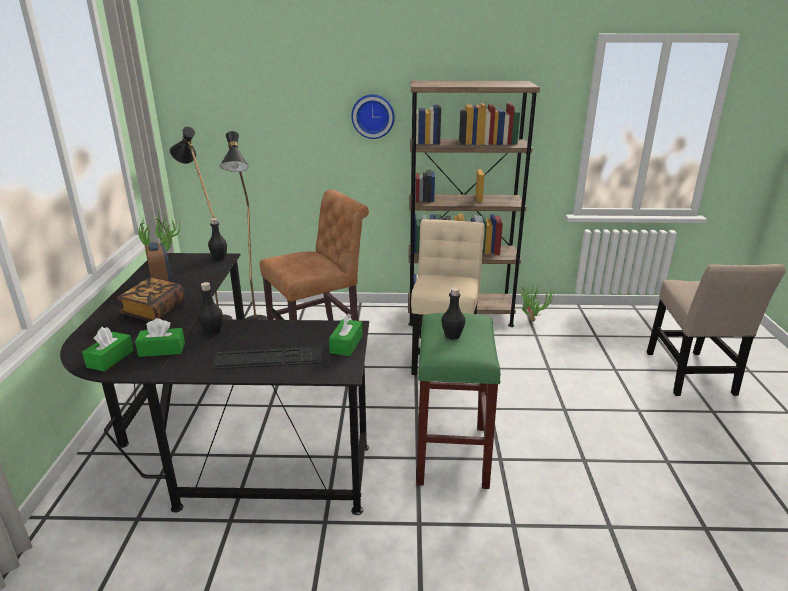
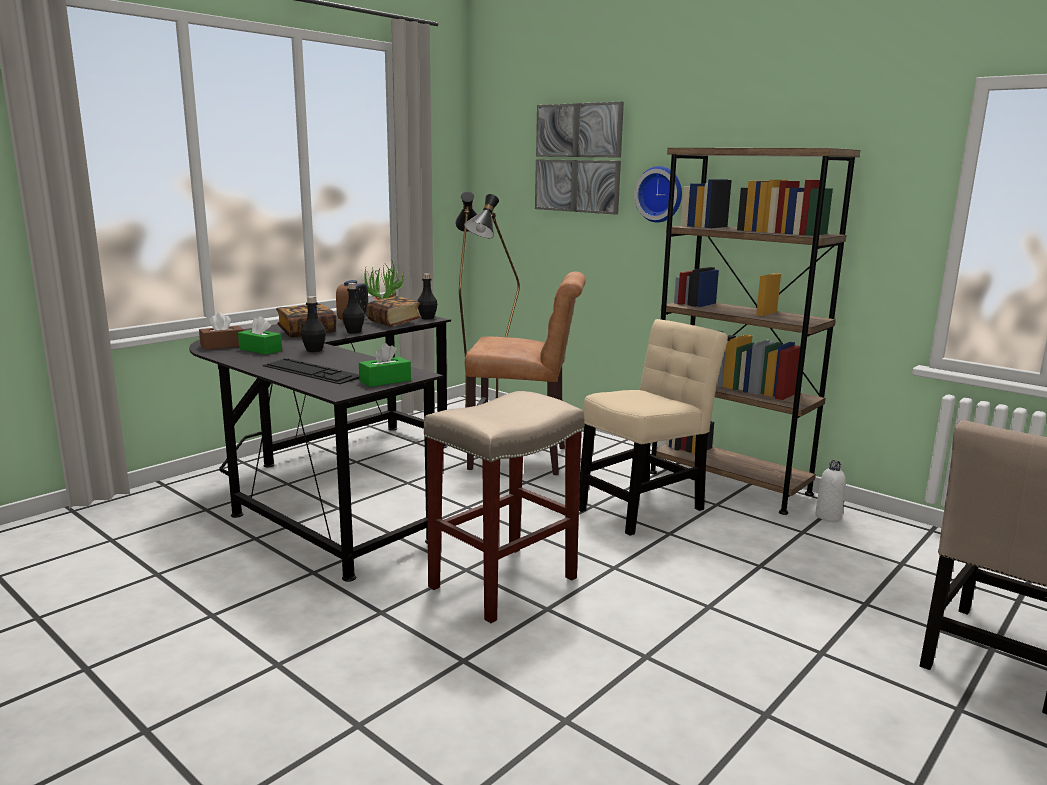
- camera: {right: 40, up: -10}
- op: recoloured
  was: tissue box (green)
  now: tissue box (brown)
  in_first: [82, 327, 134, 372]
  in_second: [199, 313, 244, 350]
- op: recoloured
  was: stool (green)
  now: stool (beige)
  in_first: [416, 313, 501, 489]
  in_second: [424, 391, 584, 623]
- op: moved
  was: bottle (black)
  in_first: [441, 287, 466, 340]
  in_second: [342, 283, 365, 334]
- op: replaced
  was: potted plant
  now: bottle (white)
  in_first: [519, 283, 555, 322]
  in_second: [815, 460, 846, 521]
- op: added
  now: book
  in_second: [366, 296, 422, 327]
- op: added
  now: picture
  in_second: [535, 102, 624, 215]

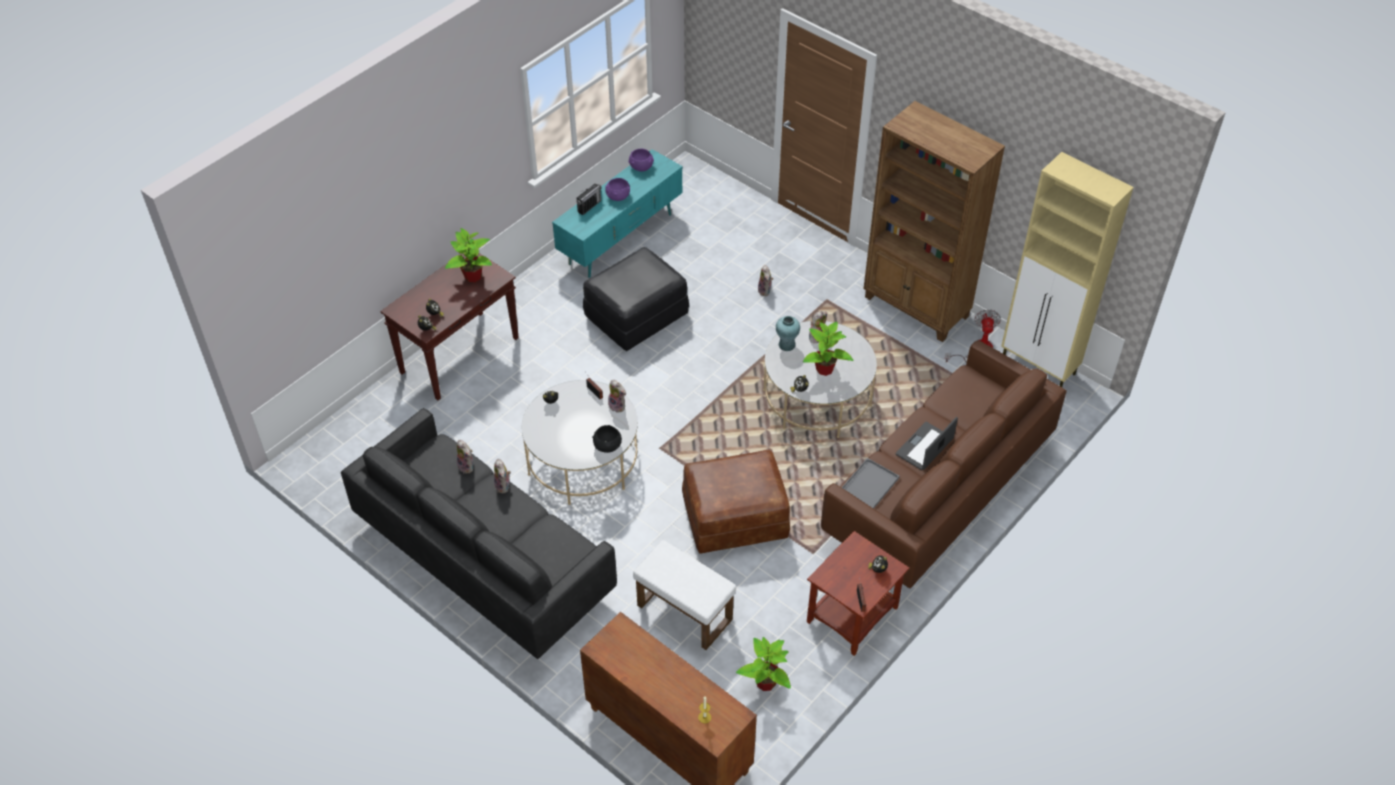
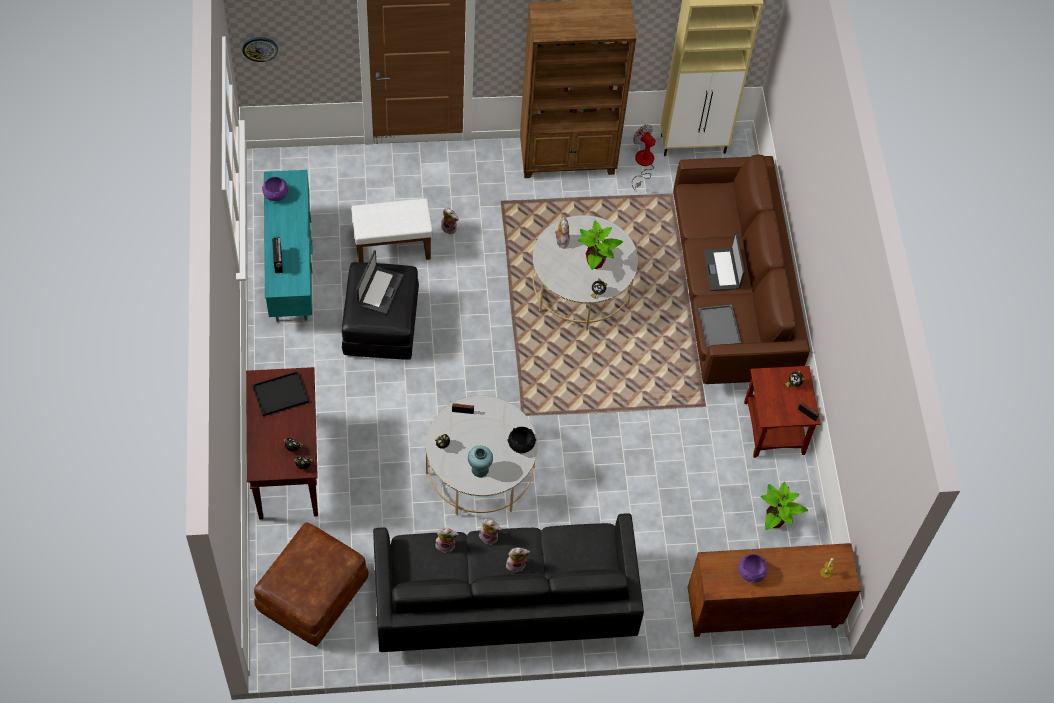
- camera: {right: -50, up: 10}
- op: replaced
  was: potted plant
  now: tray (black)
  in_first: [445, 228, 492, 282]
  in_second: [252, 371, 309, 416]
- op: moved
  was: bowl (purple)
  in_first: [605, 178, 630, 201]
  in_second: [738, 554, 768, 583]
- op: moved
  was: plush toy
  in_first: [608, 380, 626, 413]
  in_second: [506, 548, 530, 572]
- op: moved
  was: ottoman (white)
  in_first: [633, 540, 736, 650]
  in_second: [351, 198, 433, 262]
- op: moved
  was: ottoman (brown)
  in_first: [682, 450, 790, 554]
  in_second: [254, 522, 369, 647]
- op: moved
  was: vase (turquoise)
  in_first: [776, 316, 800, 351]
  in_second: [468, 446, 493, 478]
- op: added
  now: wall clock
  in_second: [242, 37, 278, 62]
- op: added
  now: laptop
  in_second: [356, 250, 403, 314]

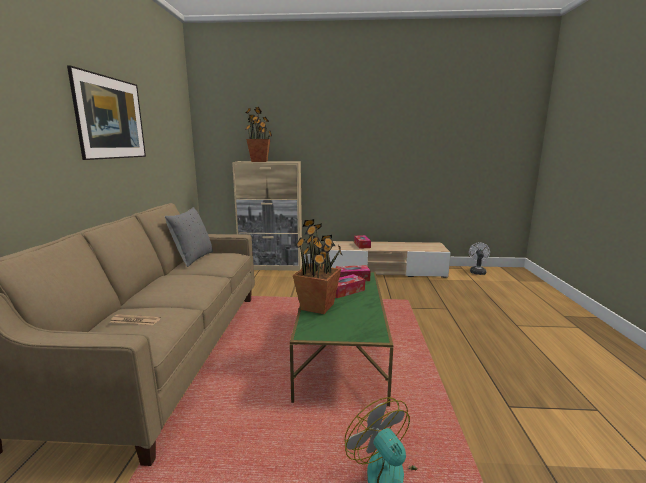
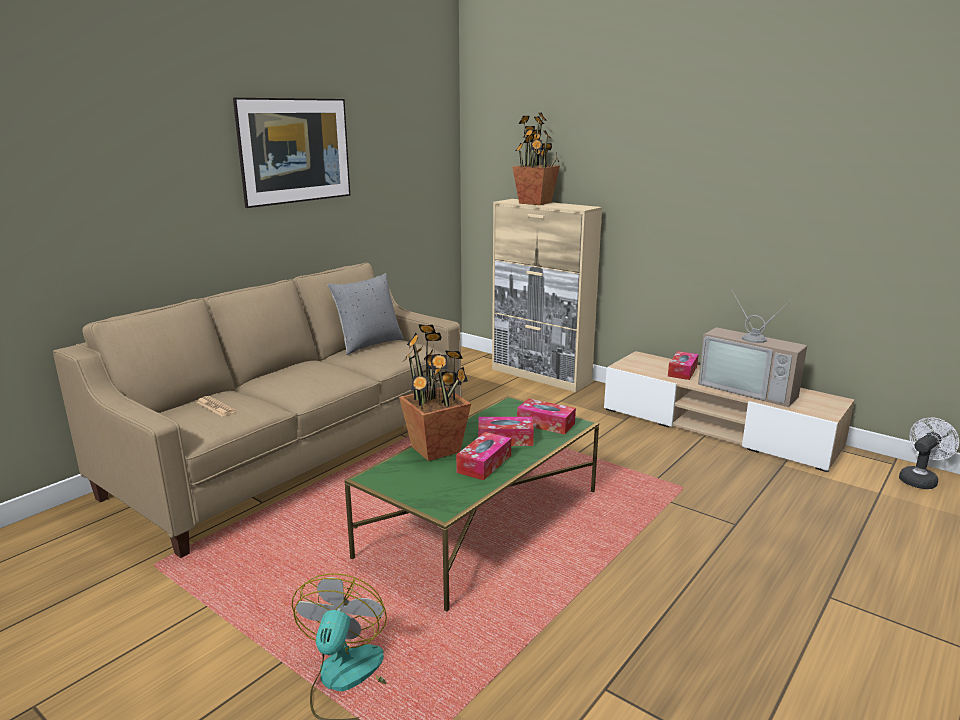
- camera: {right: 35, up: 5}
- op: added
  now: tissue box
  in_second: [456, 432, 511, 480]
- op: added
  now: television
  in_second: [698, 289, 807, 407]

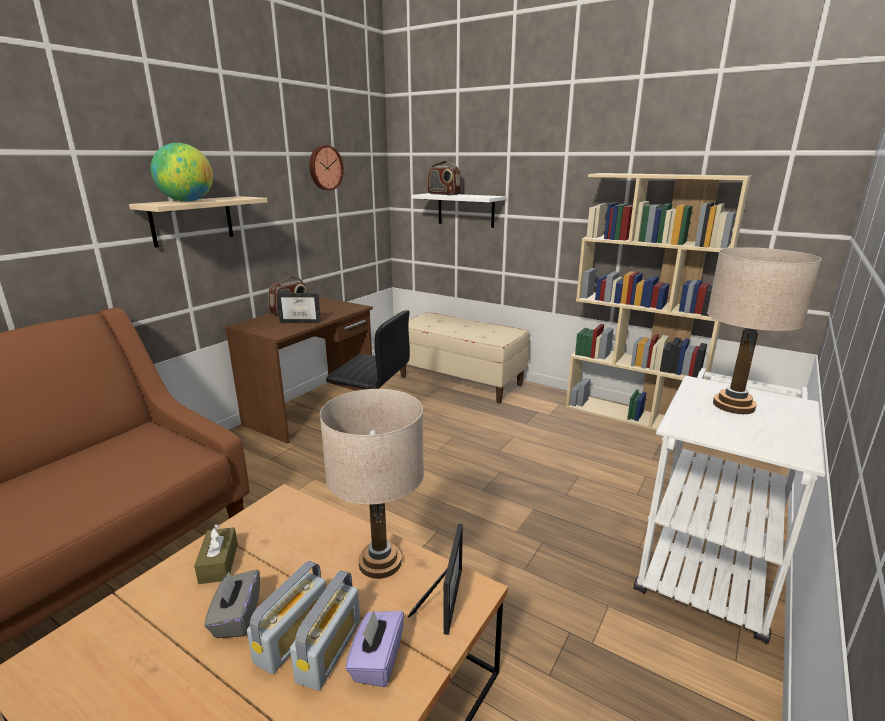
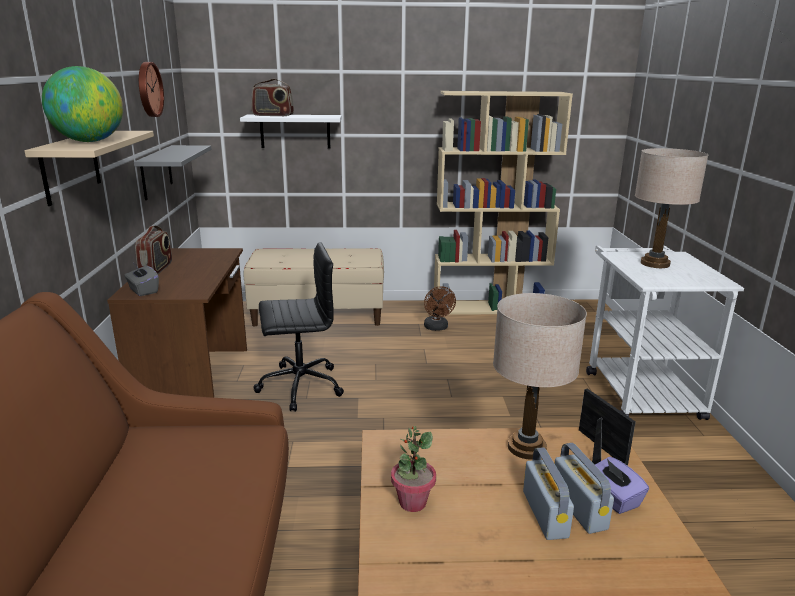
- camera: {right: -35, up: 0}
- op: replaced
  was: tissue box (brown)
  now: potted plant
  in_first: [194, 524, 238, 584]
  in_second: [391, 426, 436, 512]
- op: moved
  was: tissue box (grey)
  in_first: [204, 569, 260, 638]
  in_second: [124, 265, 159, 296]
- op: removed
  was: picture frame
  in_first: [276, 293, 321, 323]
- op: added
  now: shelf (grey)
  in_second: [134, 145, 211, 200]
- op: added
  now: fan (brown)
  in_second: [424, 286, 456, 331]

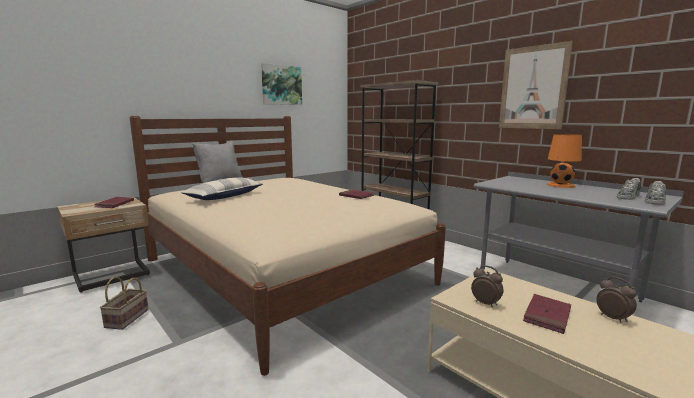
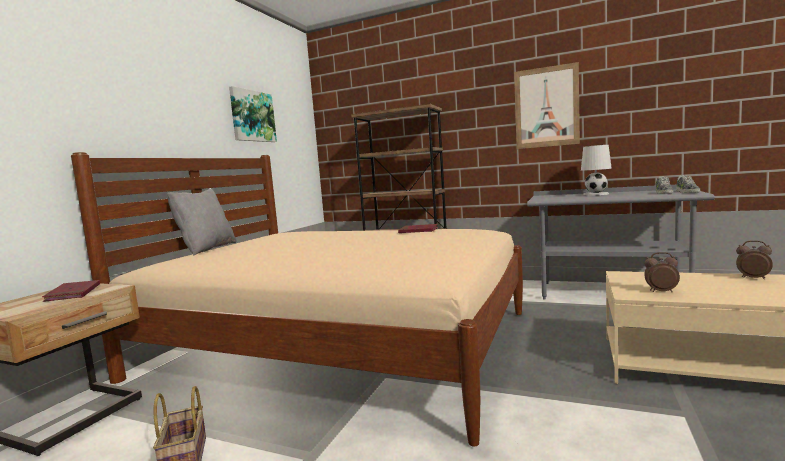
- camera: {right: -25, up: -5}
- op: removed
  was: pillow
  in_first: [181, 177, 263, 200]
- op: removed
  was: book (red)
  in_first: [523, 294, 571, 334]
- op: recoloured
  was: table lamp (orange)
  now: table lamp (white)
  in_first: [547, 134, 582, 188]
  in_second: [581, 145, 612, 195]

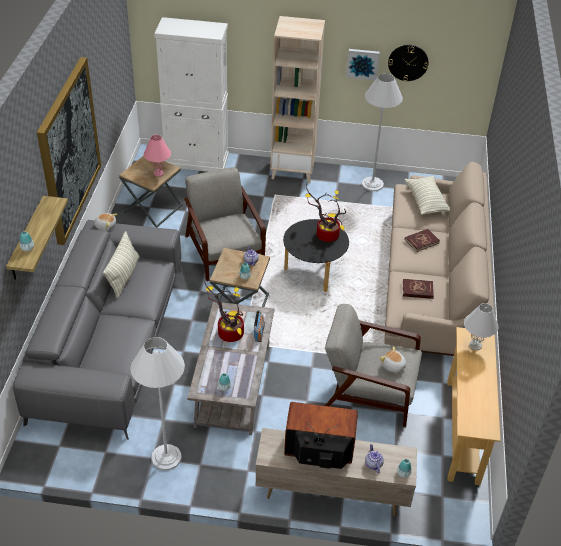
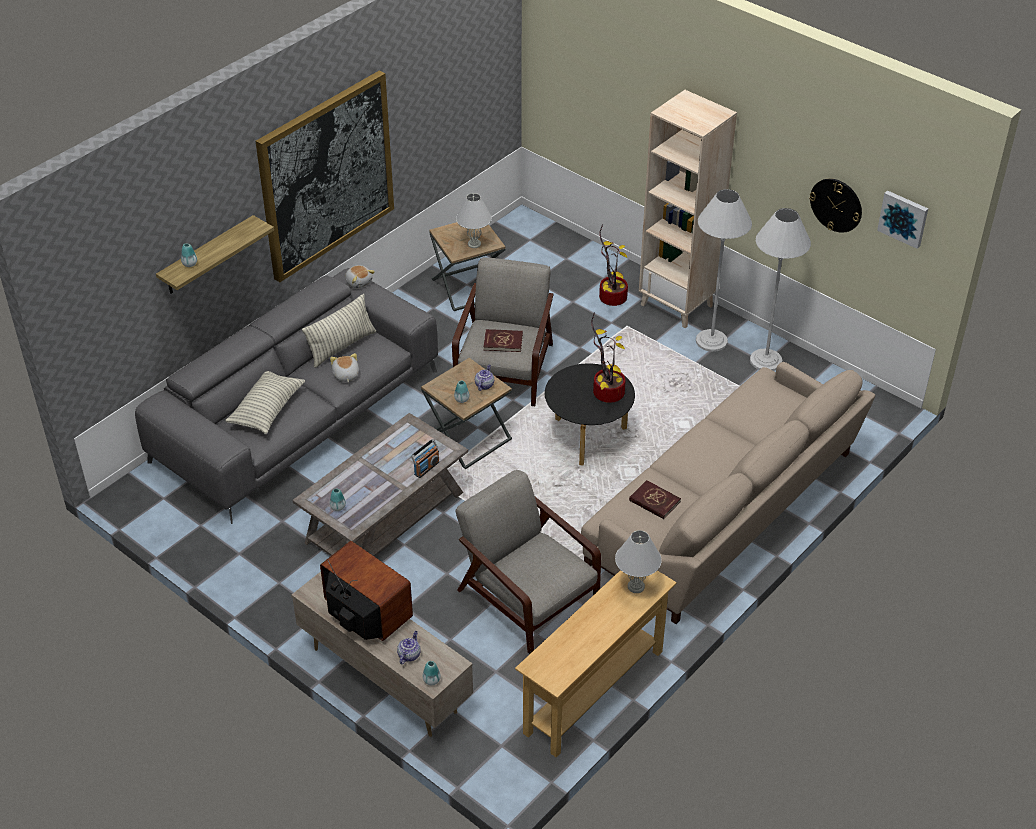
- camera: {right: 35, up: 0}
- op: moved
  was: floor lamp (white)
  in_first: [131, 337, 185, 471]
  in_second: [696, 189, 752, 352]
- op: recoloured
  was: table lamp (pink)
  now: table lamp (white)
  in_first: [144, 135, 171, 177]
  in_second: [456, 193, 492, 248]
- op: removed
  was: cabinet (white)
  in_first: [154, 17, 229, 172]
- op: moved
  was: potted plant
  in_first: [205, 275, 244, 342]
  in_second: [599, 225, 628, 306]
- op: moved
  was: picture
  in_first: [346, 49, 380, 80]
  in_second: [877, 190, 928, 249]
- op: moved
  was: plush toy
  in_first: [380, 346, 406, 373]
  in_second: [330, 353, 359, 382]
- op: moved
  was: pillow
  in_first: [404, 176, 450, 215]
  in_second: [225, 371, 305, 434]
- op: moved
  was: book (red)
  in_first: [405, 229, 440, 252]
  in_second: [484, 329, 523, 352]

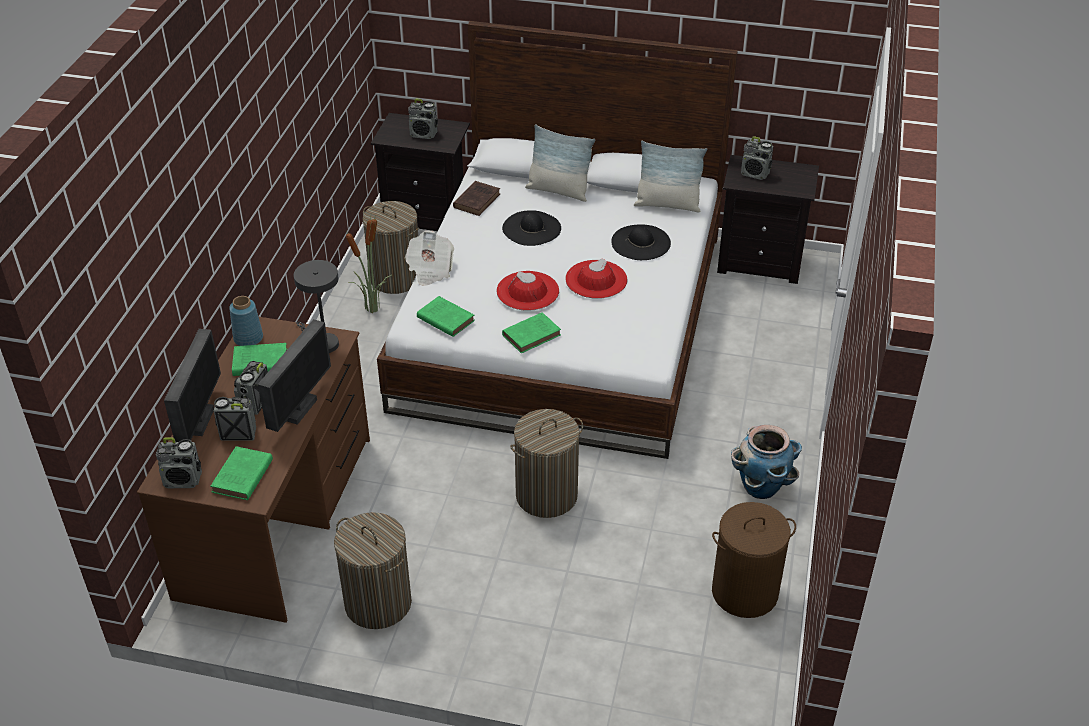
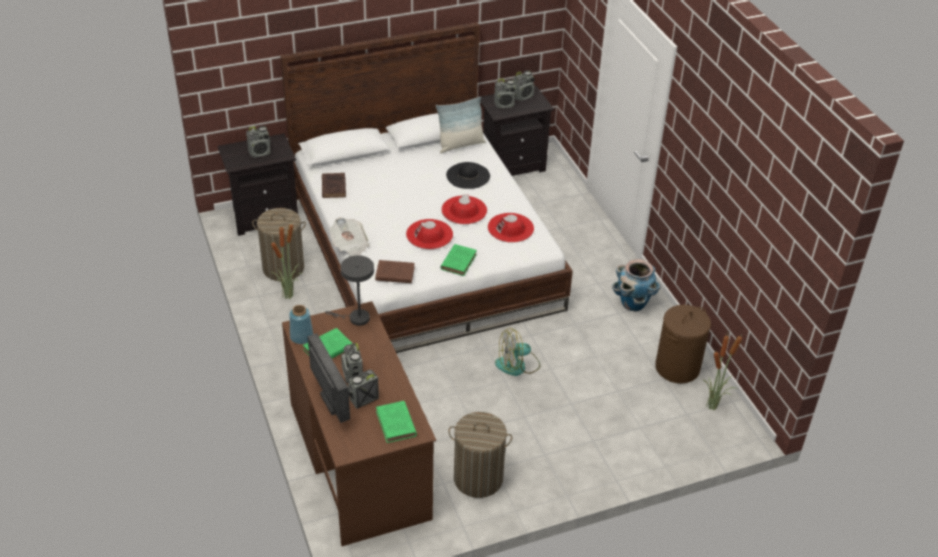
- camera: {right: -35, up: 0}
- op: moved
  was: radio
  in_first: [156, 437, 202, 488]
  in_second: [513, 71, 535, 101]
- op: removed
  was: monitor
  in_first: [258, 319, 331, 432]
- op: recoloured
  was: book (green)
  now: book (brown)
  in_first: [417, 296, 475, 337]
  in_second: [375, 260, 415, 283]
- op: removed
  was: hat (black)
  in_first: [502, 210, 561, 246]
- op: replaced
  was: laundry basket
  now: fan
  in_first: [510, 409, 583, 518]
  in_second: [495, 328, 540, 376]
- op: removed
  was: pillow
  in_first: [525, 124, 595, 202]
- op: added
  now: hat (red)
  in_second: [488, 213, 534, 243]
- op: added
  now: potted plant
  in_second: [702, 333, 743, 410]

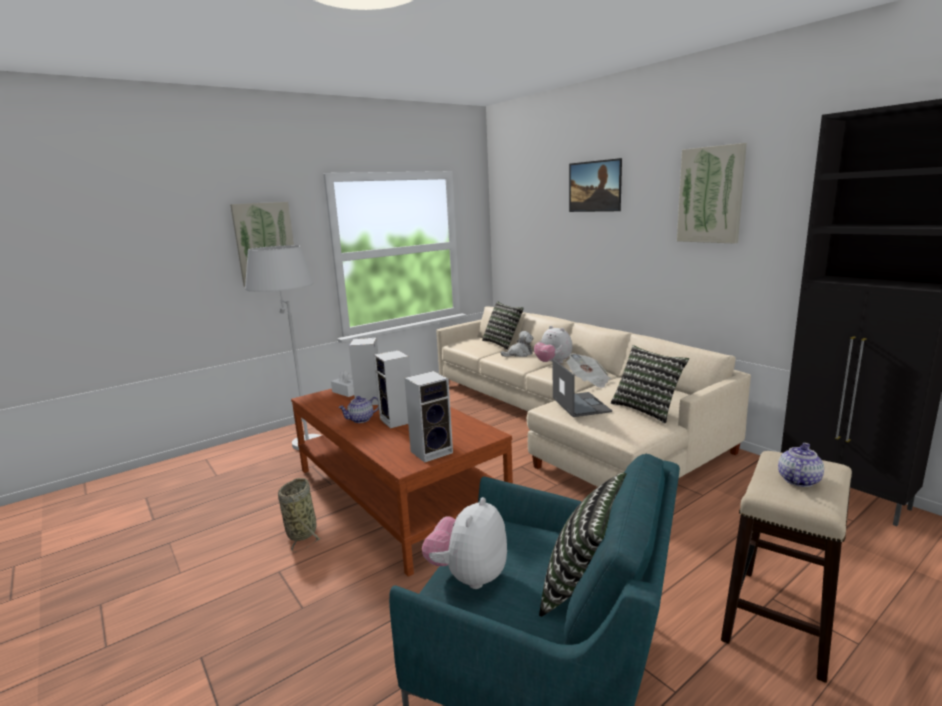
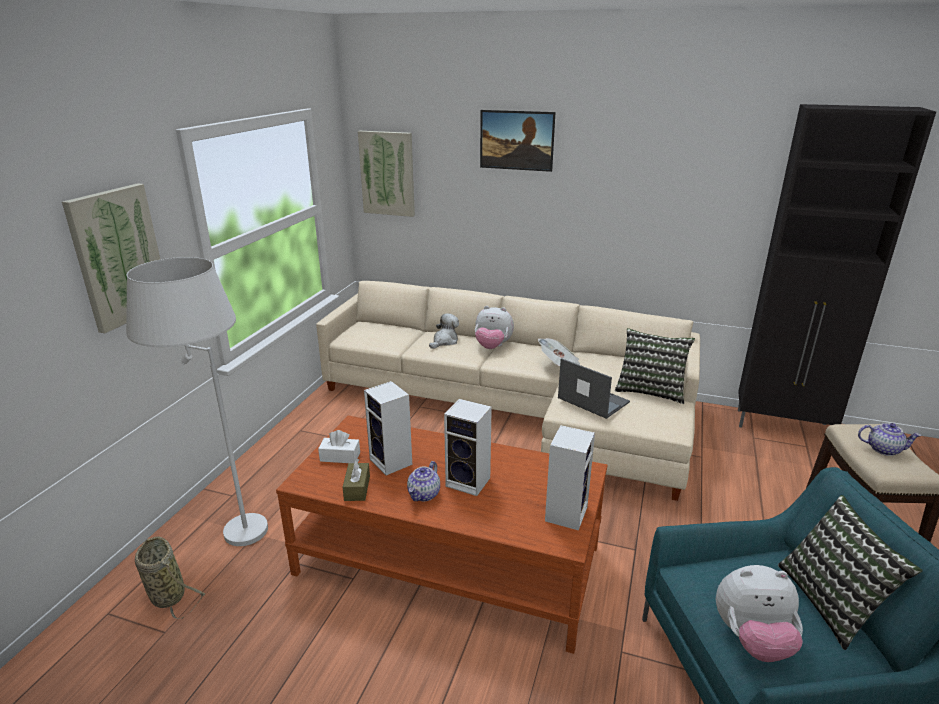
- camera: {right: -35, up: 10}
- op: moved
  was: basket
  in_first: [278, 478, 321, 552]
  in_second: [135, 536, 206, 619]
- op: turned
  was: plush toy
  in_first: [422, 497, 507, 589]
  in_second: [716, 565, 803, 662]
  clockwise: -75
- op: removed
  was: pillow
  in_first: [482, 302, 524, 350]
- op: moved
  was: picture
  in_first: [677, 143, 747, 244]
  in_second: [358, 131, 415, 217]
- op: turned
  was: teapot
  in_first: [778, 443, 824, 487]
  in_second: [858, 423, 921, 456]
  clockwise: 105
- op: added
  now: tissue box (brown)
  in_second: [342, 459, 370, 501]

